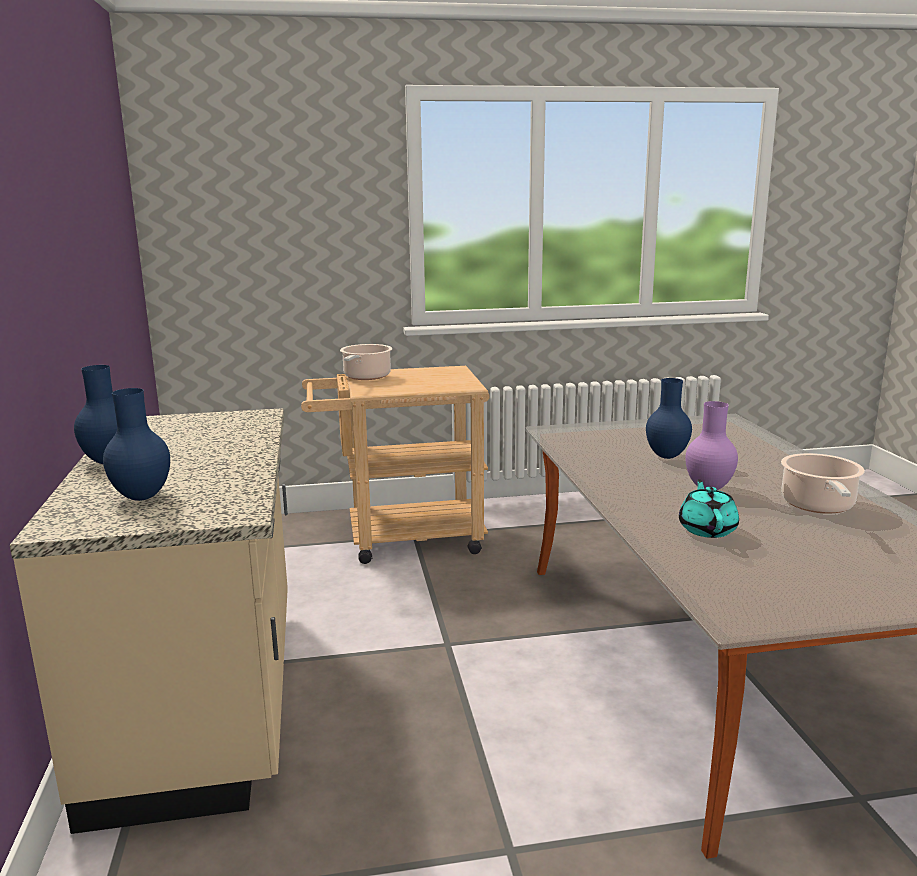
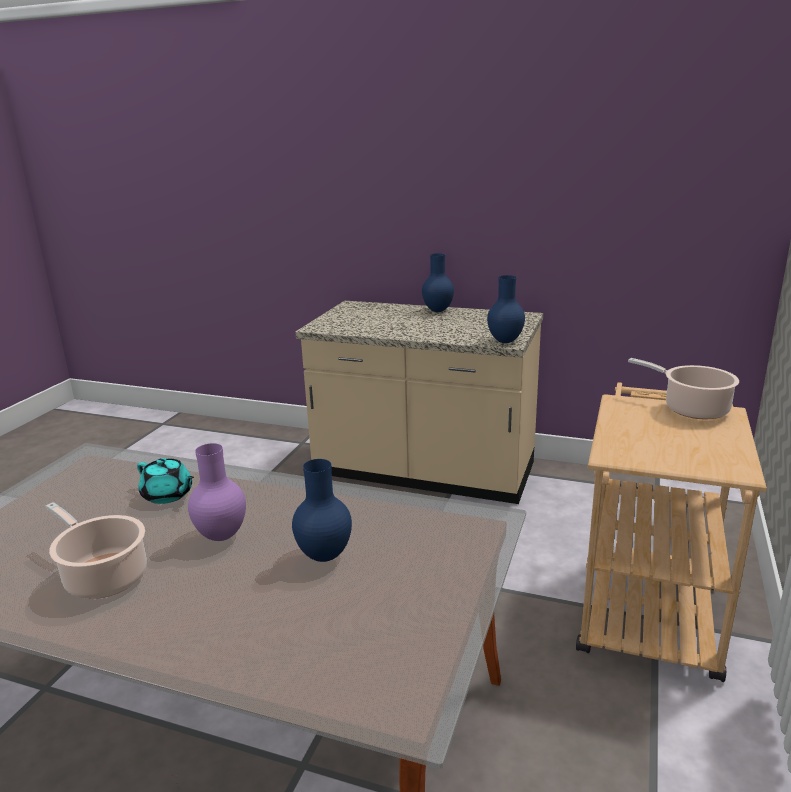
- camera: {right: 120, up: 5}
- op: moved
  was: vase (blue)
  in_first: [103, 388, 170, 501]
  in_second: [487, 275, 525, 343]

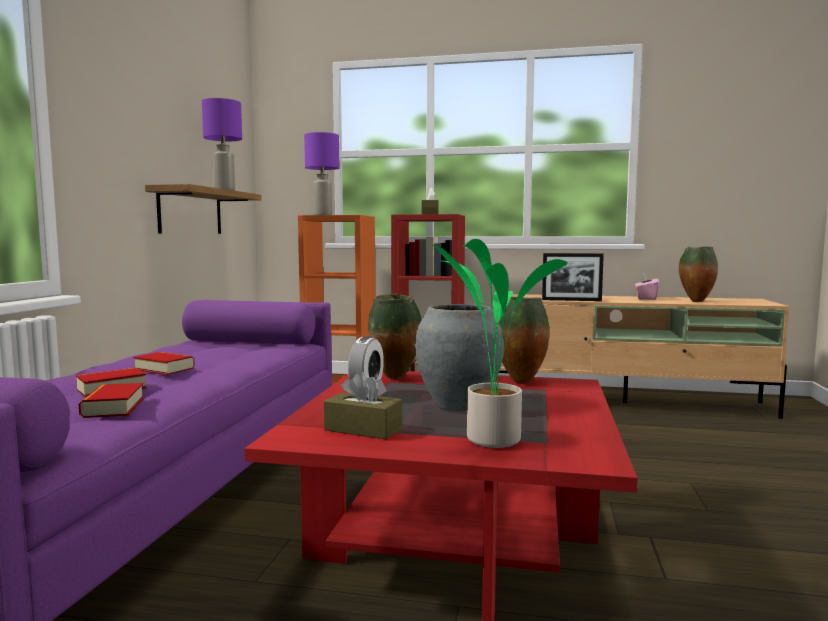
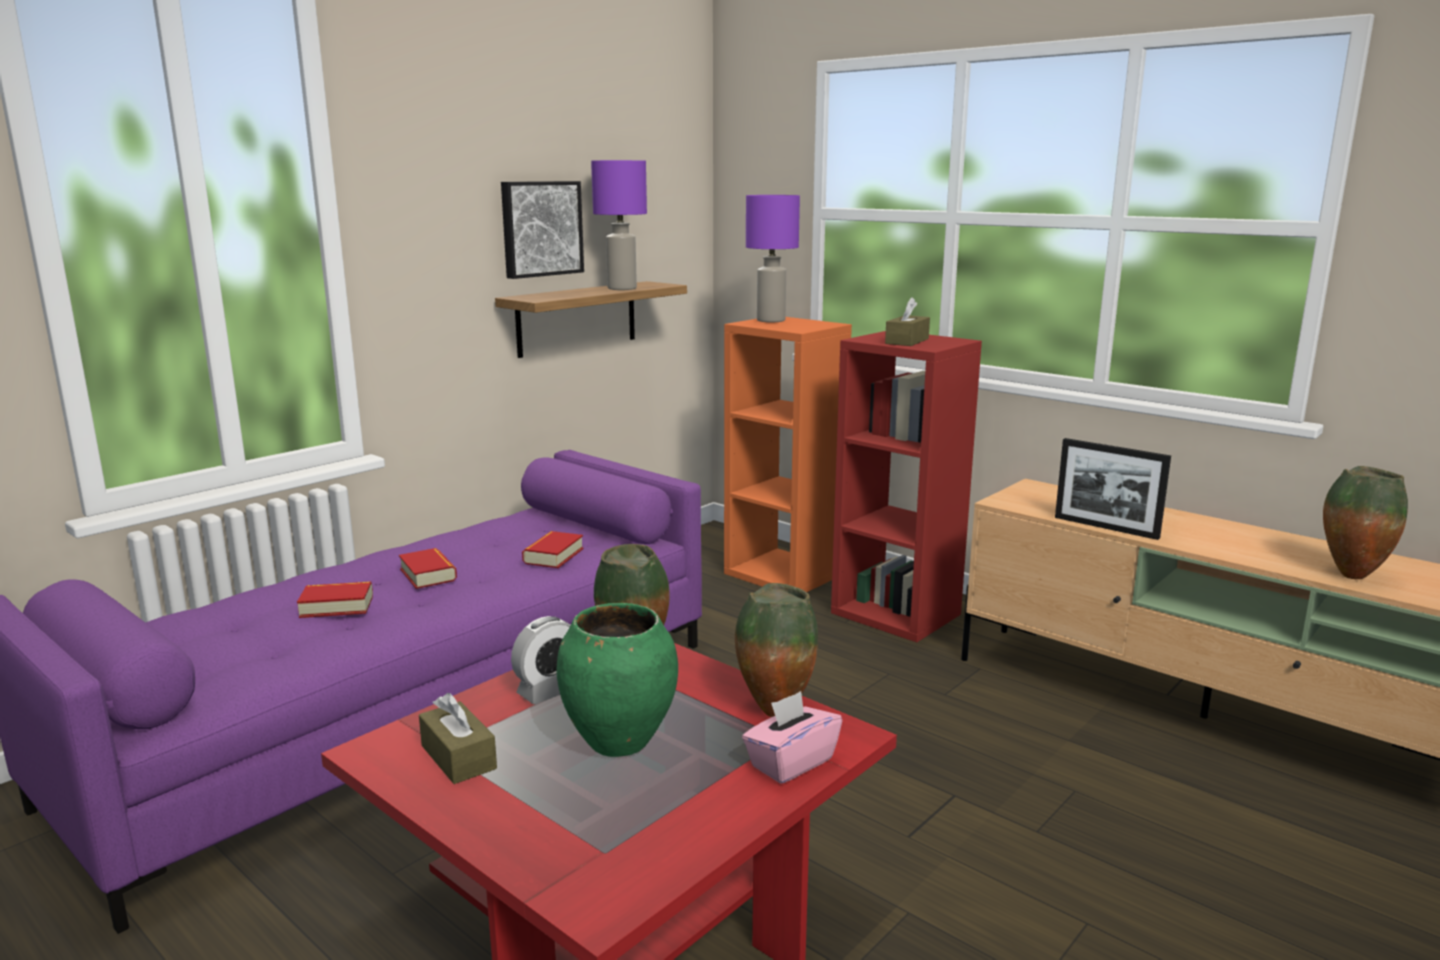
- camera: {right: 30, up: 10}
- op: moved
  was: book
  in_first: [79, 383, 144, 418]
  in_second: [522, 531, 584, 568]
- op: recoloured
  was: vase (grey)
  now: vase (green)
  in_first: [415, 304, 504, 411]
  in_second: [557, 603, 678, 757]
- op: removed
  was: potted plant
  in_first: [433, 239, 568, 448]
- op: moved
  was: tissue box (pink)
  in_first: [635, 273, 659, 300]
  in_second: [742, 691, 842, 784]
- op: added
  now: picture
  in_second: [501, 181, 584, 279]

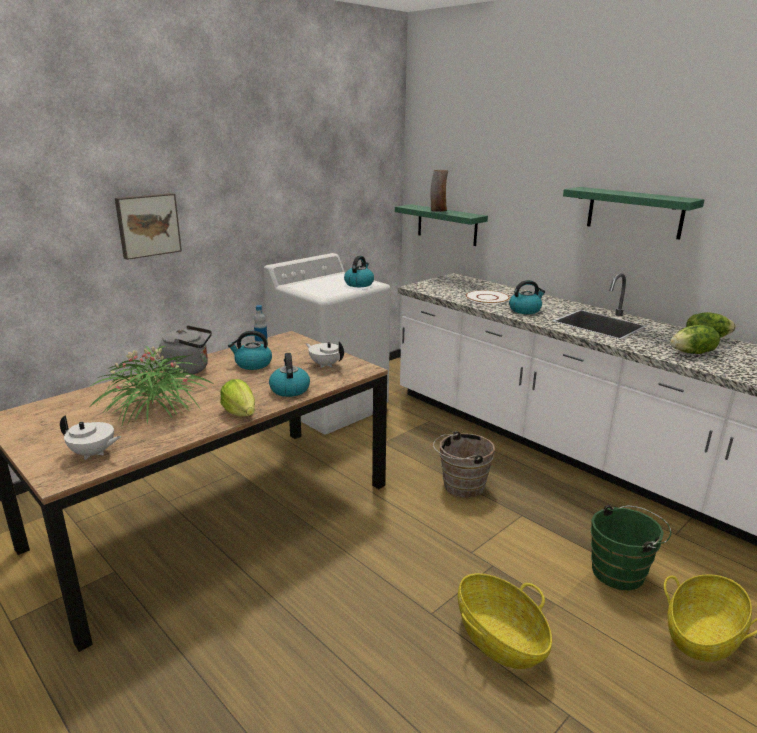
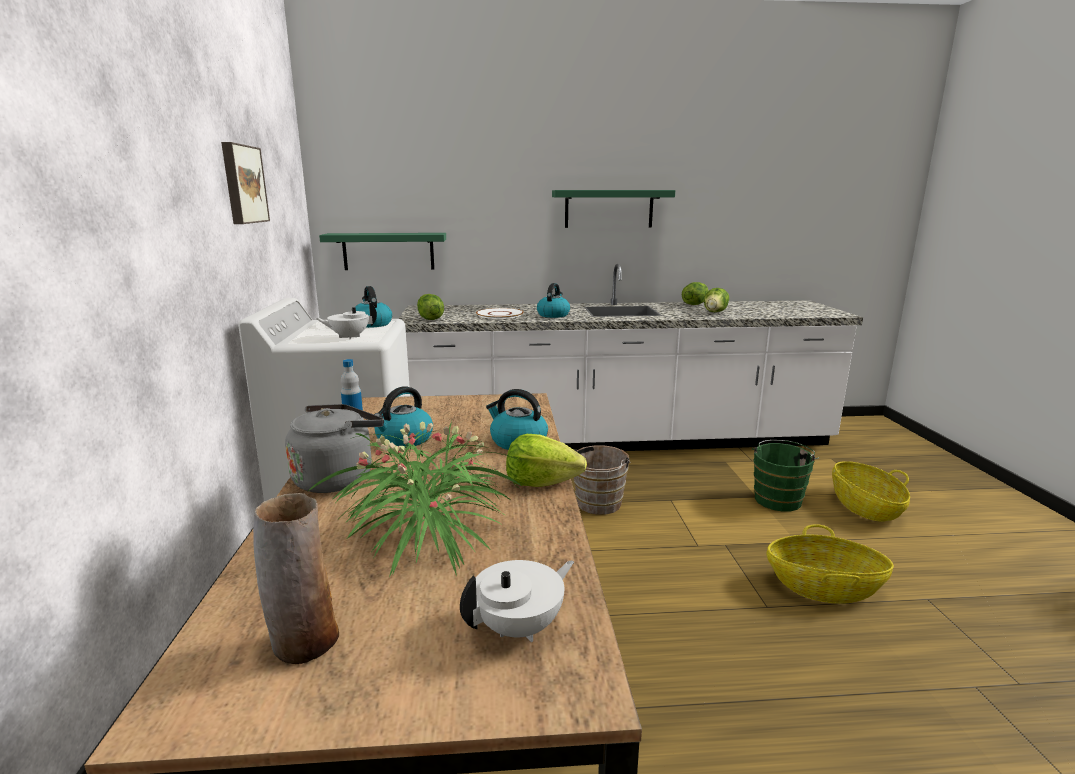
- camera: {right: -50, up: -5}
- op: moved
  was: picture
  in_first: [115, 193, 182, 260]
  in_second: [221, 142, 270, 224]
- op: moved
  was: teapot (white)
  in_first: [305, 341, 344, 368]
  in_second: [315, 302, 377, 339]
- op: moved
  was: vase
  in_first: [430, 170, 448, 212]
  in_second: [253, 493, 339, 664]
- op: added
  now: lettuce
  in_second: [417, 294, 444, 320]

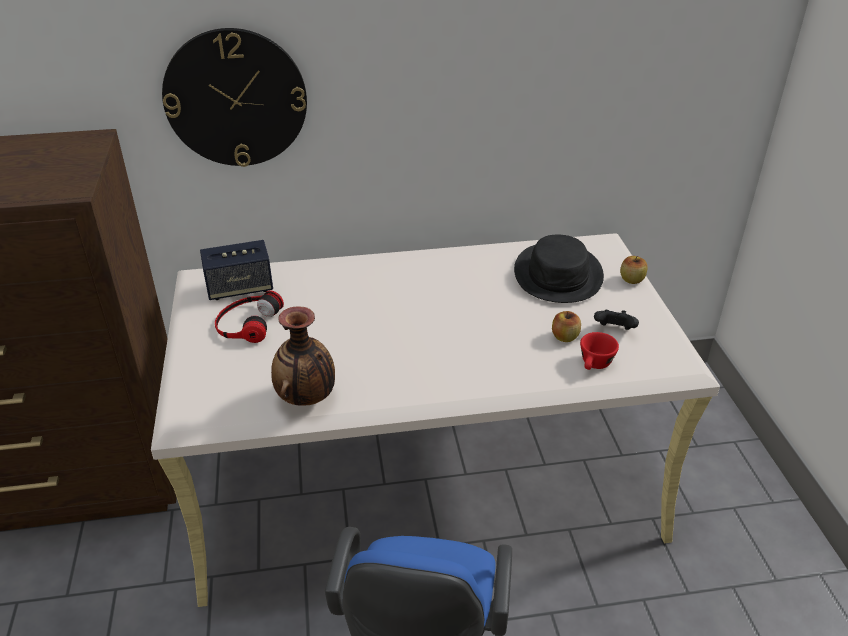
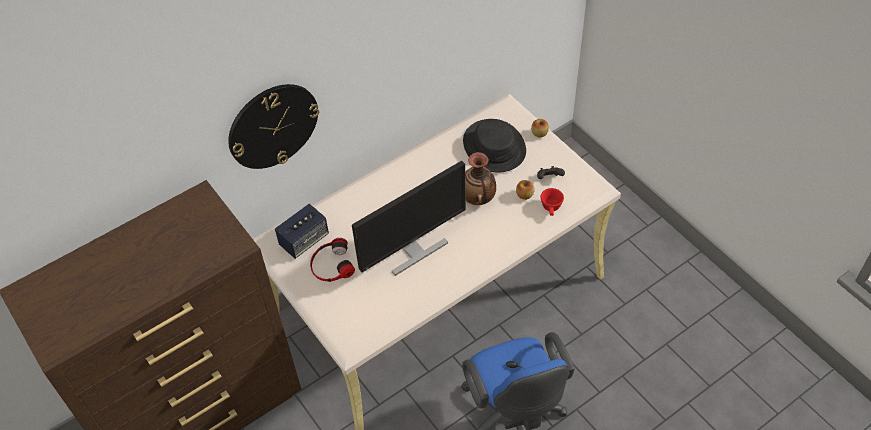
- camera: {right: -25, up: 15}
- op: moved
  was: vase
  in_first: [271, 306, 335, 406]
  in_second: [465, 152, 496, 205]
- op: added
  now: monitor
  in_second: [352, 161, 466, 276]

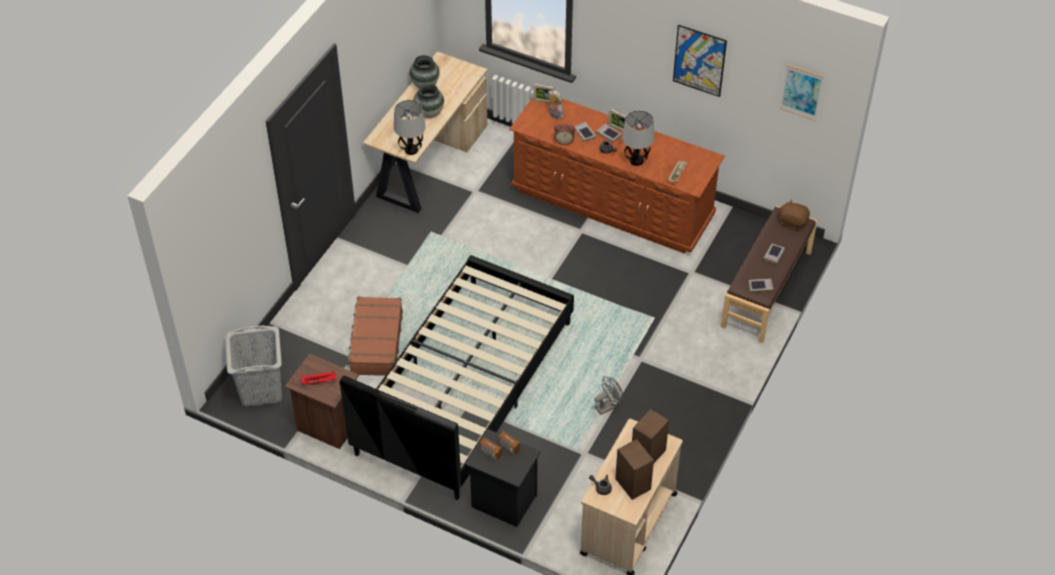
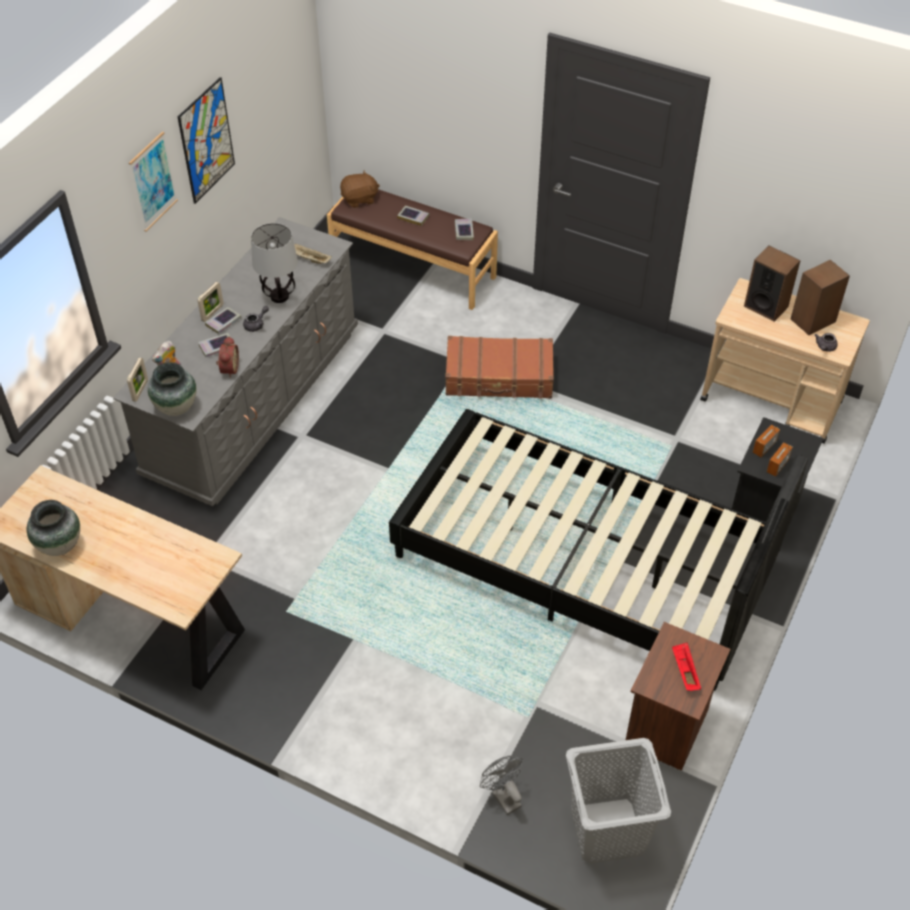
- camera: {right: -90, up: 0}
- op: moved
  was: suitcase (brown)
  in_first: [347, 296, 403, 376]
  in_second: [445, 336, 554, 398]
- op: removed
  was: table lamp
  in_first: [394, 100, 426, 155]
- op: moved
  was: vase
  in_first: [413, 83, 444, 118]
  in_second: [148, 362, 197, 416]
- op: recoloured
  was: dresser (brown)
  now: dresser (grey)
  in_first: [509, 98, 725, 254]
  in_second: [113, 217, 358, 506]
- op: moved
  was: fan (grey)
  in_first: [594, 376, 623, 415]
  in_second: [480, 756, 523, 815]
- op: turned
  was: plush toy (brown)
  in_first: [778, 199, 810, 231]
  in_second: [340, 170, 380, 208]
  clockwise: -135
- op: moved
  was: picture
  in_first: [780, 64, 824, 121]
  in_second: [129, 131, 178, 232]

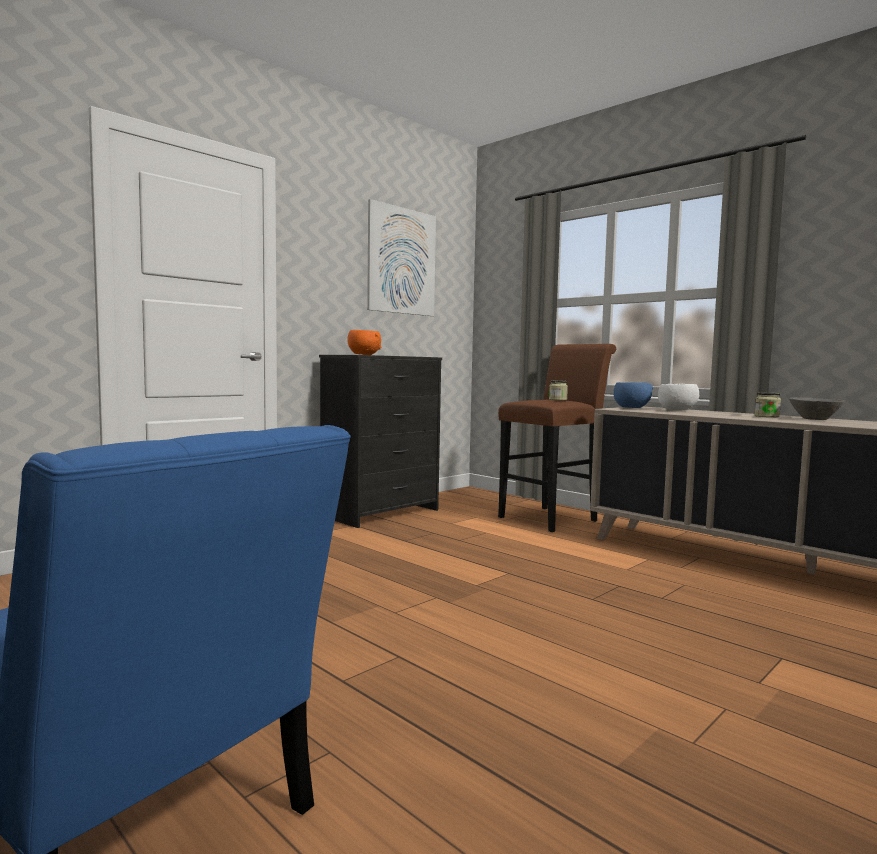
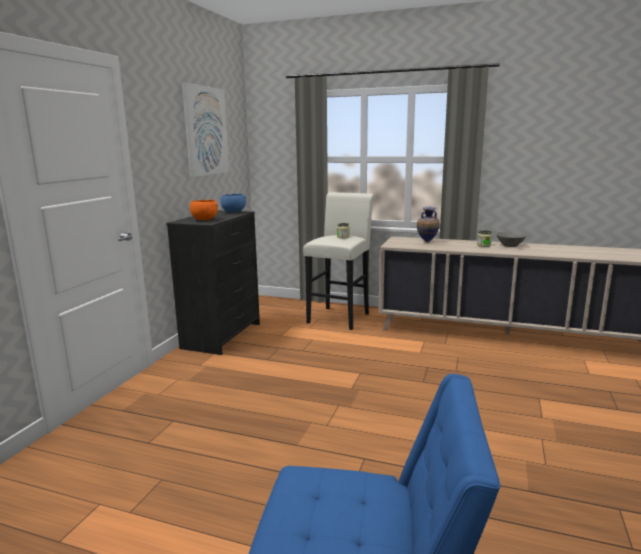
- camera: {right: -25, up: 10}
- op: recoloured
  was: stool (brown)
  now: stool (white)
  in_first: [498, 344, 616, 532]
  in_second: [303, 192, 375, 330]
- op: moved
  was: bowl (blue)
  in_first: [613, 382, 653, 408]
  in_second: [220, 194, 246, 212]
- op: replaced
  was: bowl (white)
  now: vase
  in_first: [658, 384, 699, 410]
  in_second: [417, 207, 440, 242]

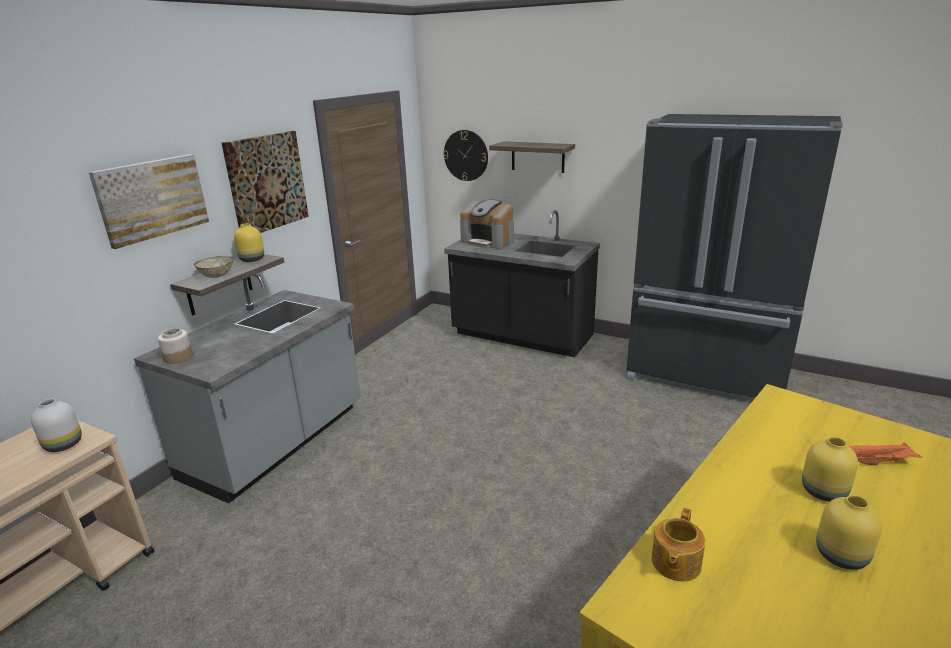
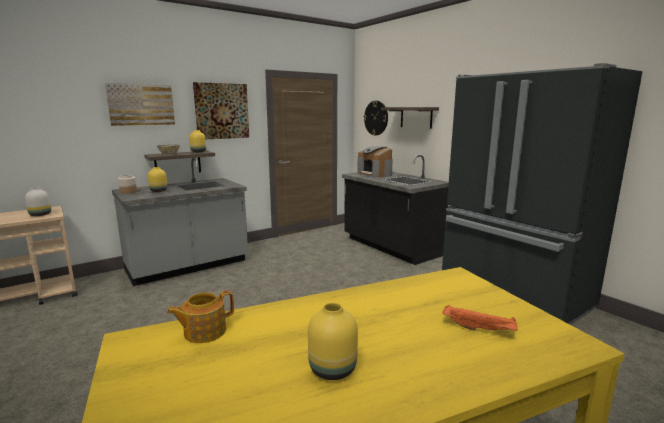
- camera: {right: 25, up: -10}
- op: moved
  was: vase (yellow)
  in_first: [802, 437, 858, 502]
  in_second: [148, 167, 167, 192]

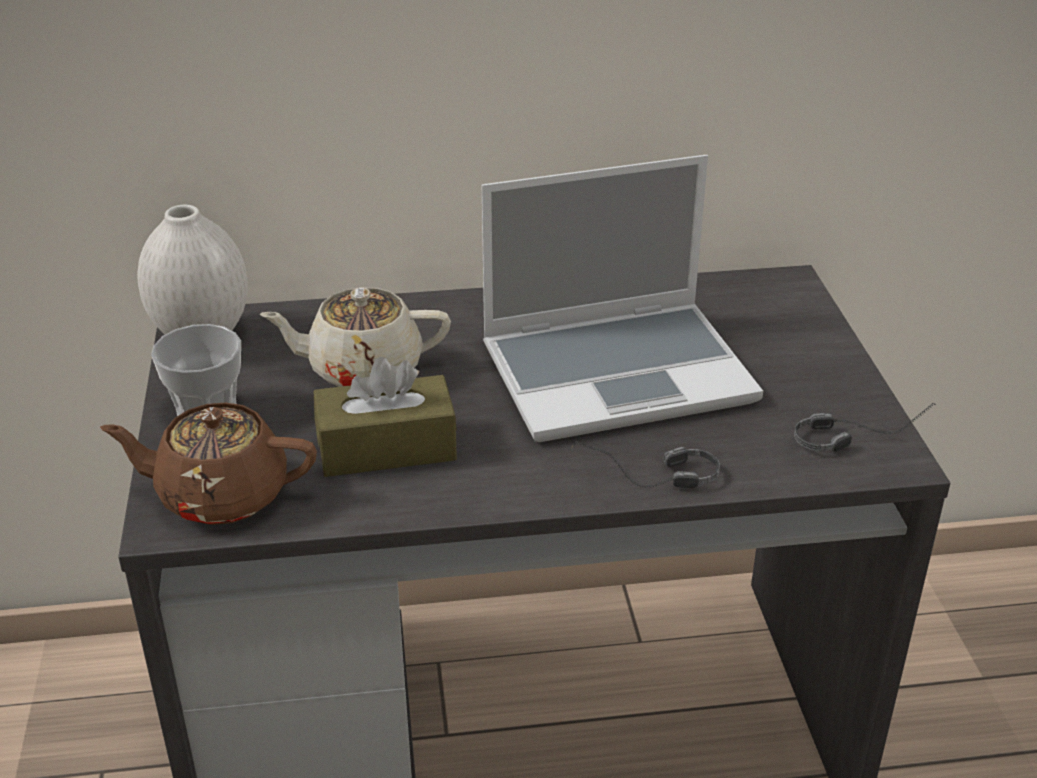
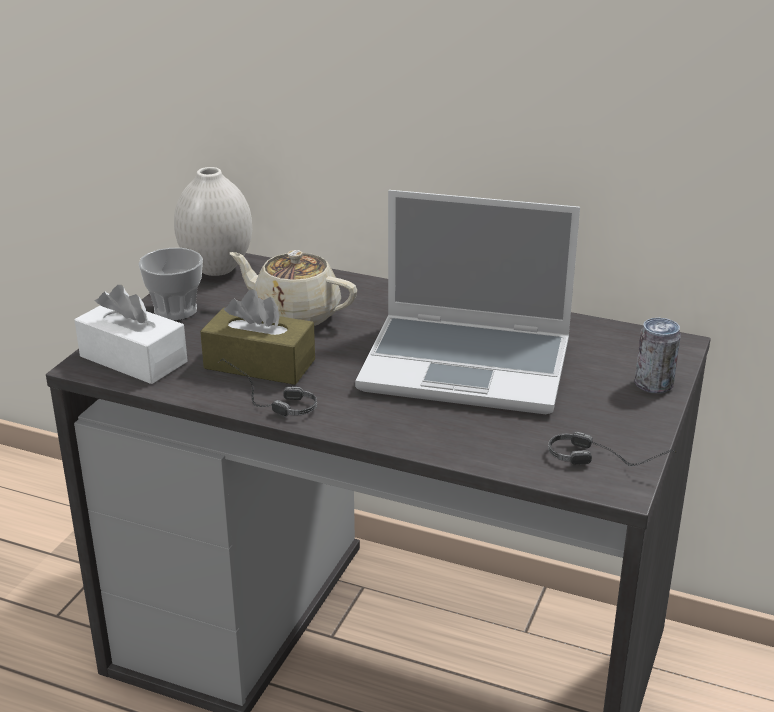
- camera: {right: 30, up: -5}
- op: replaced
  was: teapot (brown)
  now: tissue box (white)
  in_first: [100, 402, 317, 525]
  in_second: [75, 285, 188, 384]
- op: moved
  was: headphones
  in_first: [571, 441, 720, 489]
  in_second: [218, 358, 317, 416]
- op: added
  now: can
  in_second: [635, 318, 681, 394]

